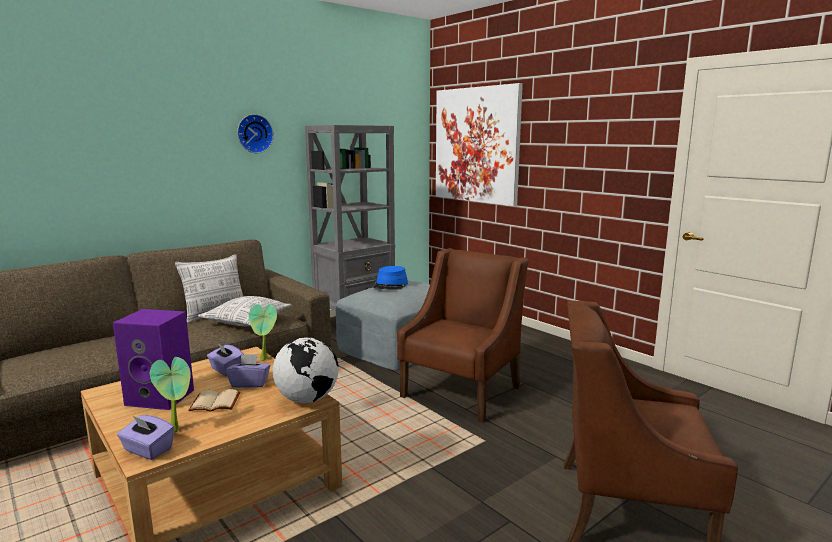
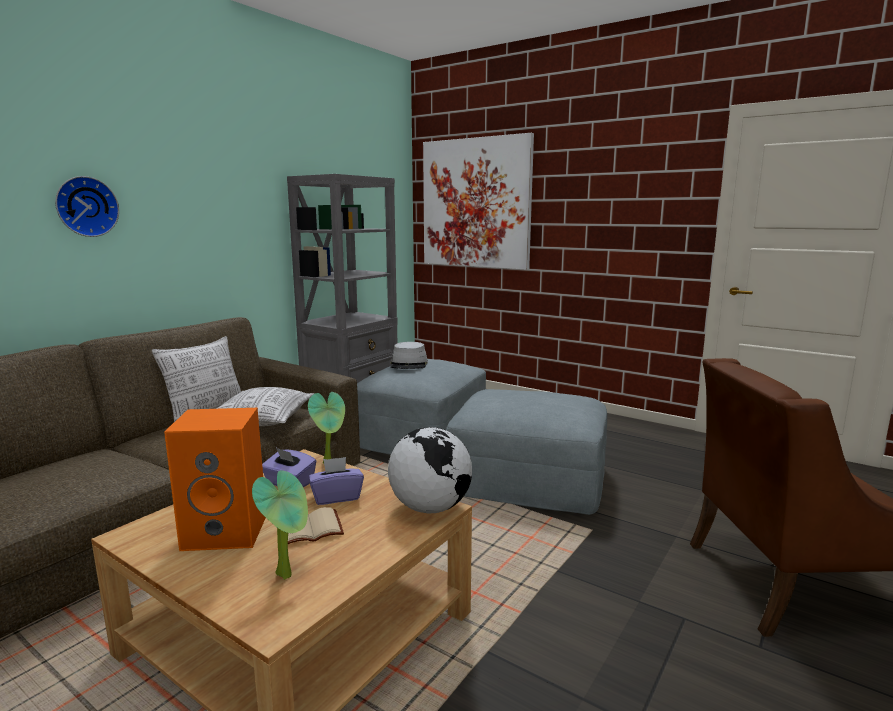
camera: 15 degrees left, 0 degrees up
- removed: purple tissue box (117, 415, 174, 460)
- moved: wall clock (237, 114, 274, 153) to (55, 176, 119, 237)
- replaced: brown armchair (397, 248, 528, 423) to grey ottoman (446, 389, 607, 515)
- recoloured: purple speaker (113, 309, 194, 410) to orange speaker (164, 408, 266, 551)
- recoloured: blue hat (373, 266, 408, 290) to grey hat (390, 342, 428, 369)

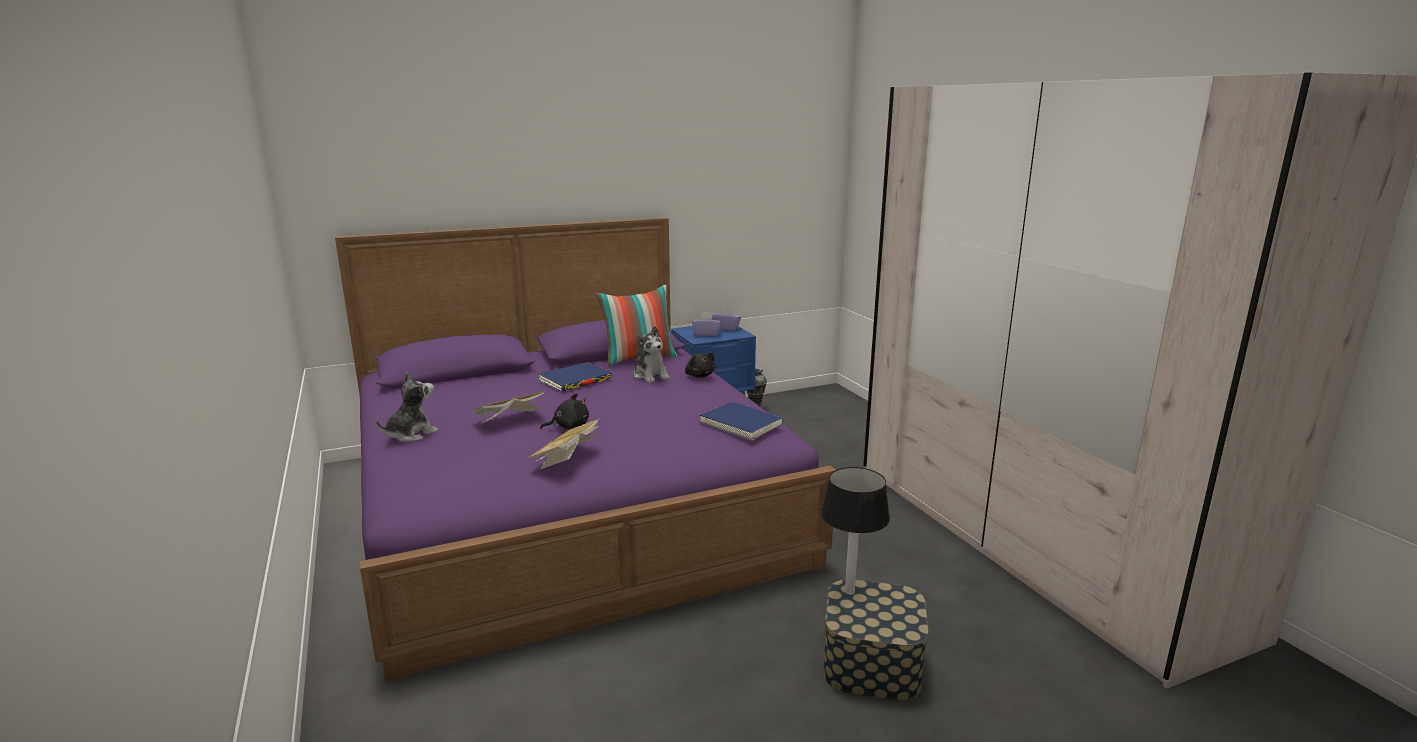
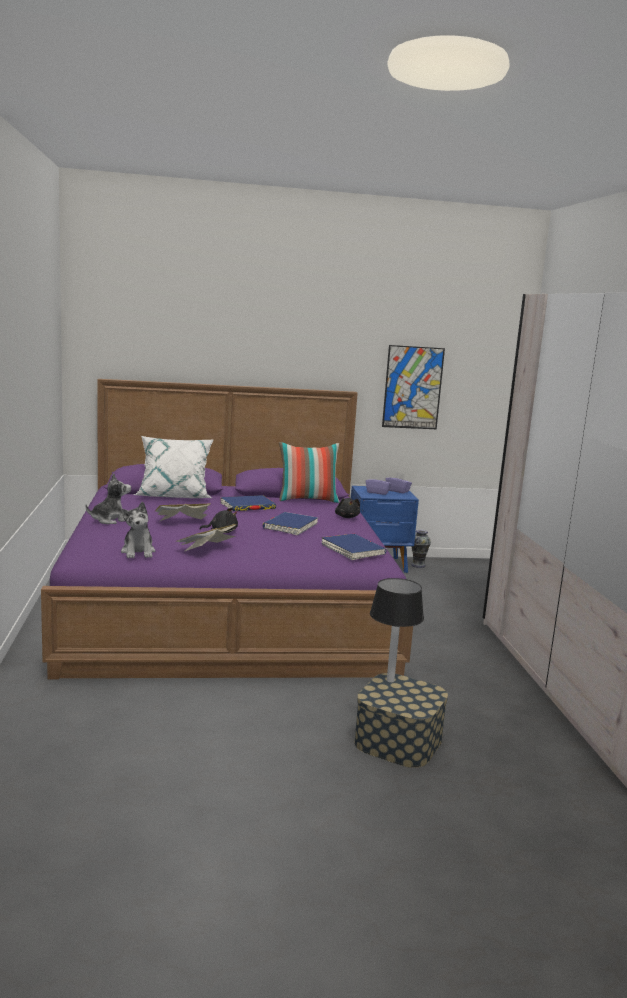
camera: 15 degrees right, 5 degrees down
- added: white pillow (134, 436, 214, 498)
- added: blue book (263, 512, 318, 535)
- added: picture (382, 345, 445, 429)
- moved: plush toy (634, 326, 670, 383) to (121, 502, 156, 558)

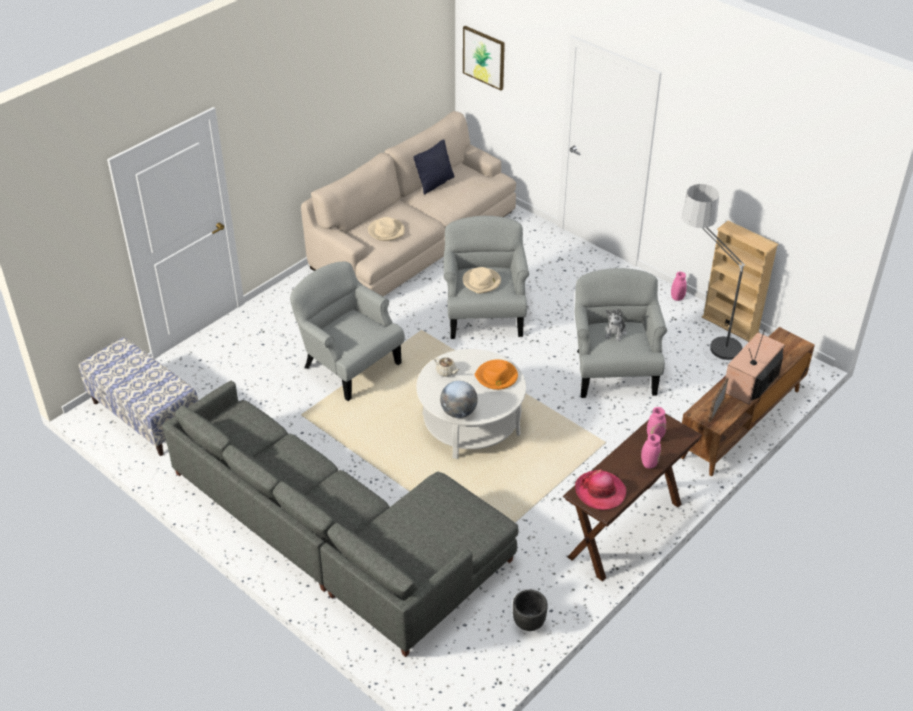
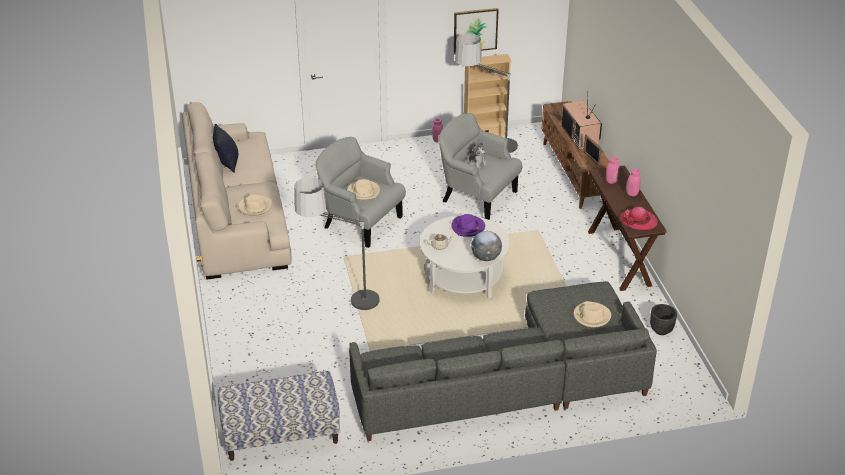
camera: 55 degrees left, 5 degrees down
- added: beige hat (574, 301, 611, 328)
- moved: picture (463, 26, 505, 91) to (454, 8, 499, 54)
- replaced: grey armchair (290, 262, 405, 401) to floor lamp (294, 177, 380, 315)
- recoloured: orange hat (475, 360, 518, 390) to purple hat (451, 214, 485, 237)

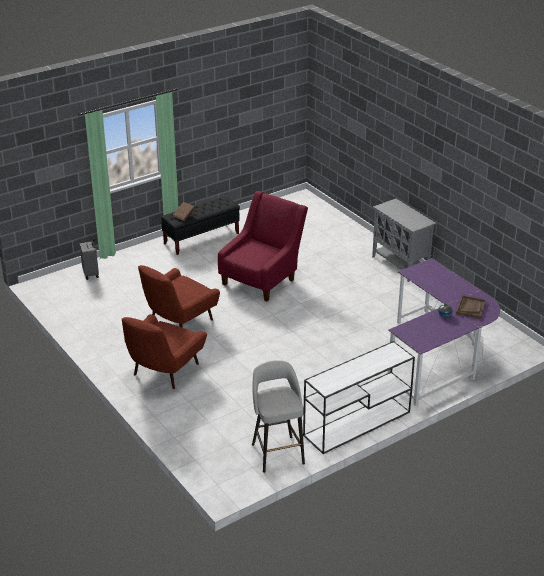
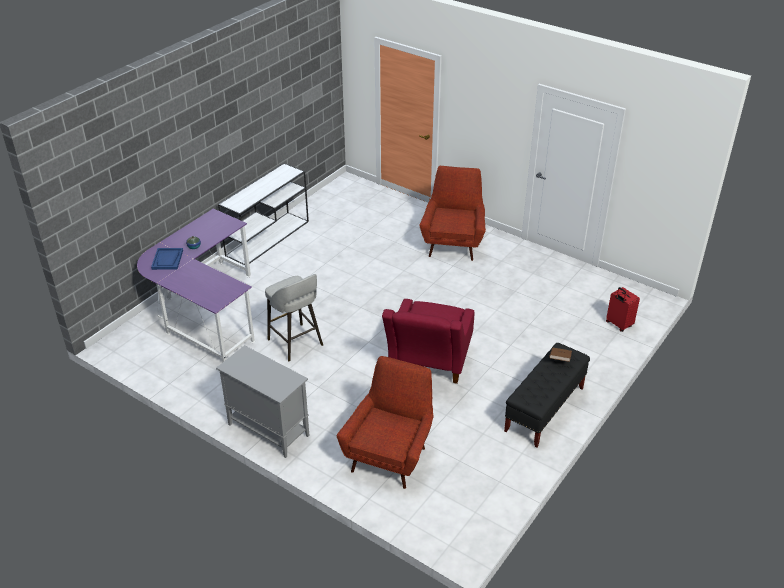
camera: 160 degrees right, 5 degrees up
- moved: red armchair (138, 265, 220, 328) to (337, 356, 434, 489)
- moved: grey stool (252, 360, 305, 473) to (265, 274, 323, 361)
- recoloured: grey suitcase (80, 236, 99, 280) to red suitcase (606, 287, 640, 332)
- recoloured: brown tray (456, 295, 486, 319) to blue tray (151, 248, 183, 270)

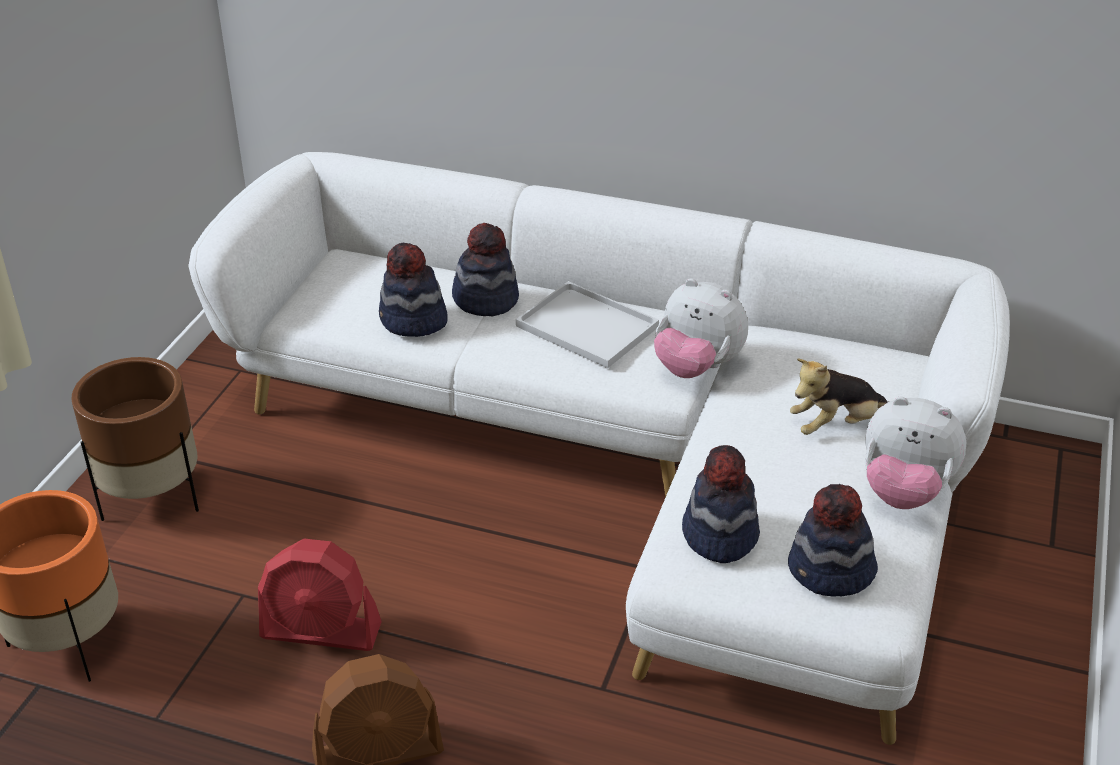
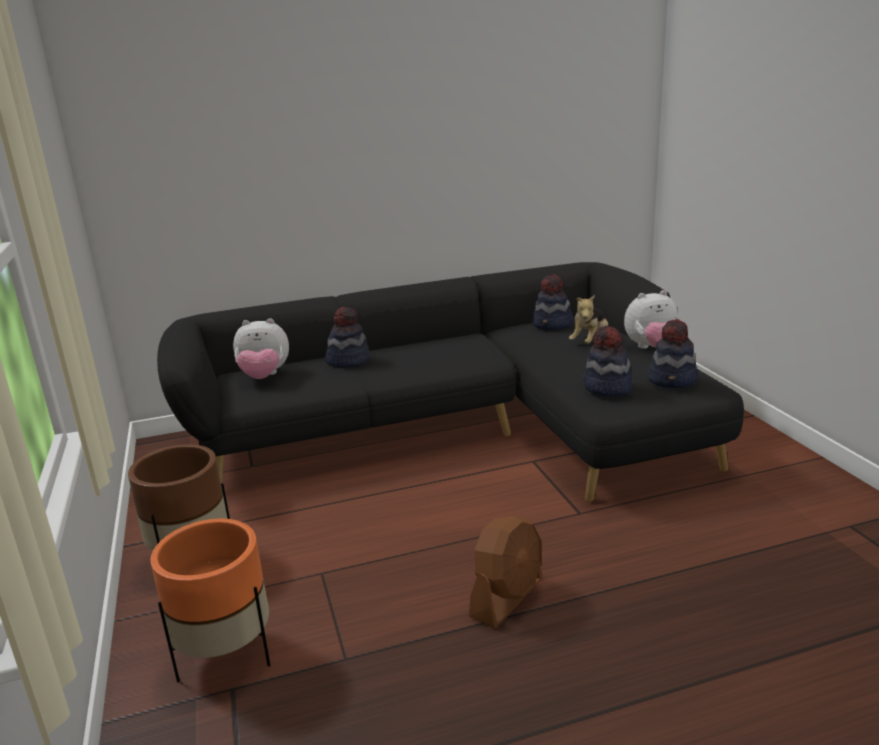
camera: 35 degrees left, 15 degrees down
- removed: red fan (258, 539, 382, 651)
- removed: white tray (516, 281, 659, 368)
- moved: hat (379, 243, 448, 337) to (533, 274, 573, 330)
- moved: plush toy (654, 278, 748, 378) to (233, 318, 289, 379)
- recoloured: white sofa (188, 152, 1010, 745) to black sofa (157, 262, 744, 502)

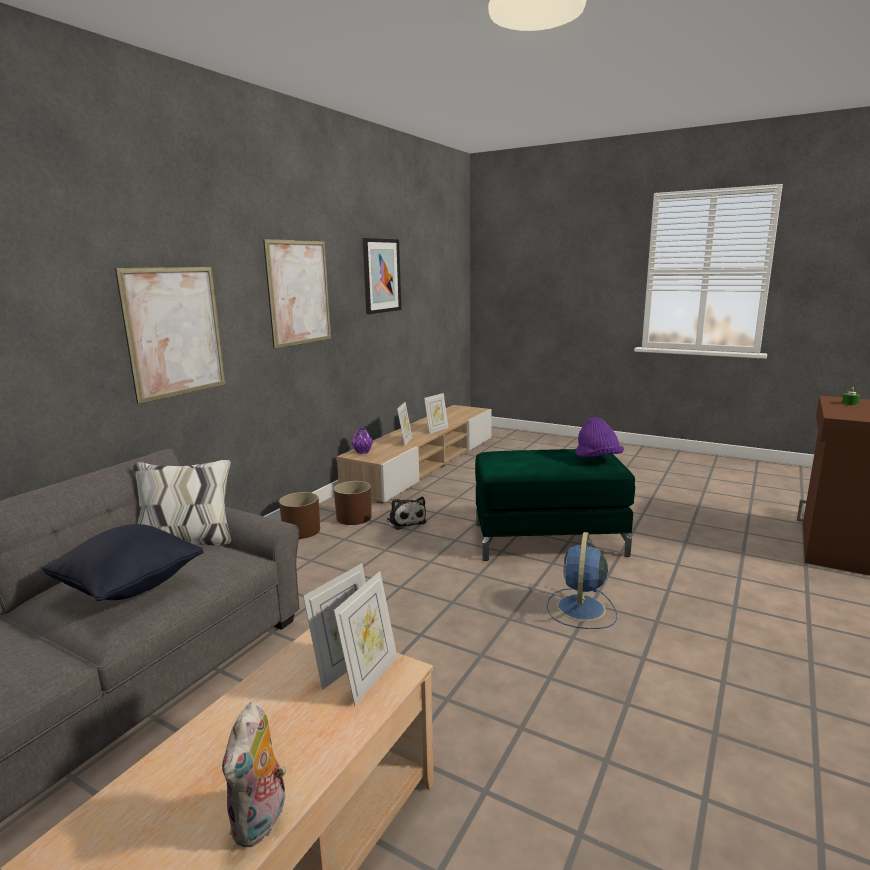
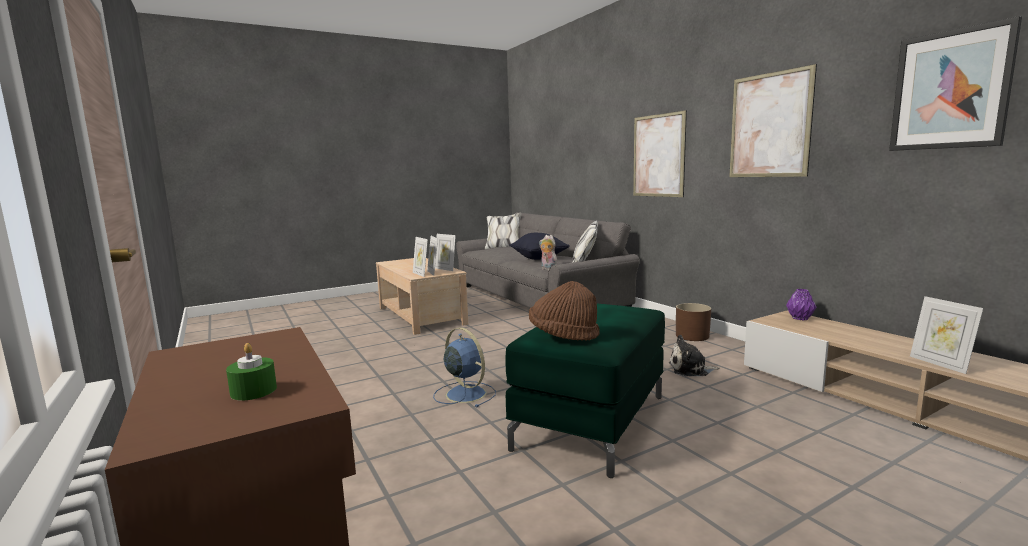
camera: 120 degrees right, 5 degrees down
- removed: brown planter (334, 481, 372, 525)
- moved: plush toy (222, 702, 287, 847) to (539, 235, 558, 270)
- moved: picture frame (397, 402, 412, 446) to (435, 234, 456, 271)
- recoloured: purple hat (575, 417, 624, 458) to brown hat (529, 281, 600, 341)

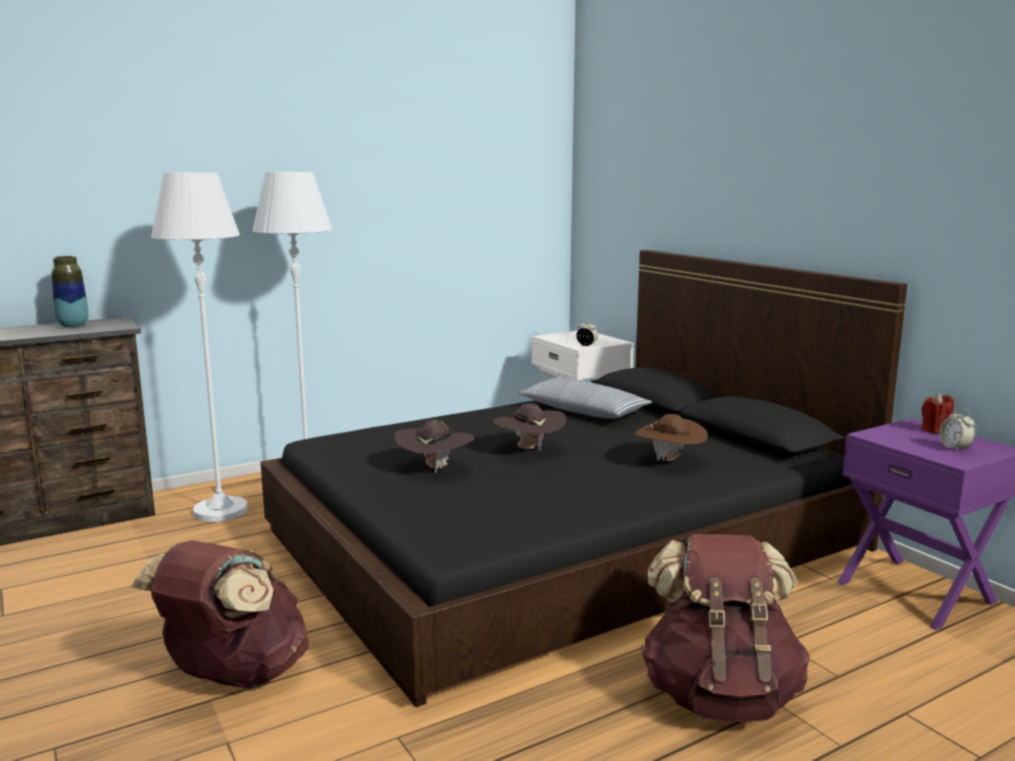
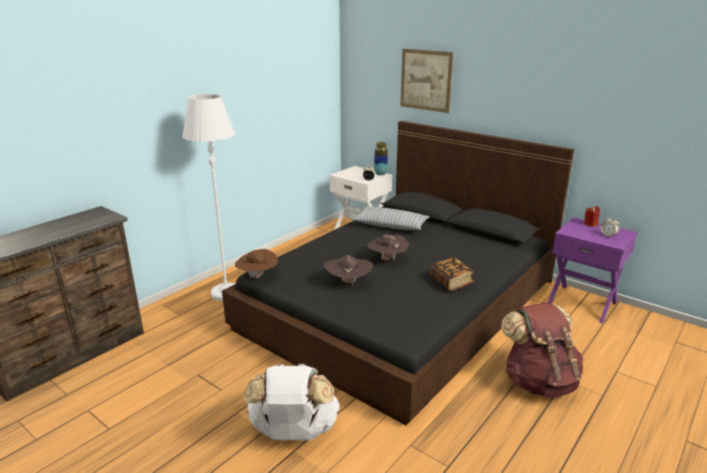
camera: 20 degrees left, 10 degrees up
- removed: white floor lamp (151, 172, 248, 522)
- added: picture (400, 49, 454, 113)
- added: book (429, 257, 474, 292)
- moved: vase (51, 256, 89, 327) to (374, 142, 388, 175)
- moved: brown hat (635, 414, 708, 461) to (235, 249, 278, 278)
- recoloured: brown backpack (131, 540, 309, 688) to white backpack (244, 364, 340, 441)

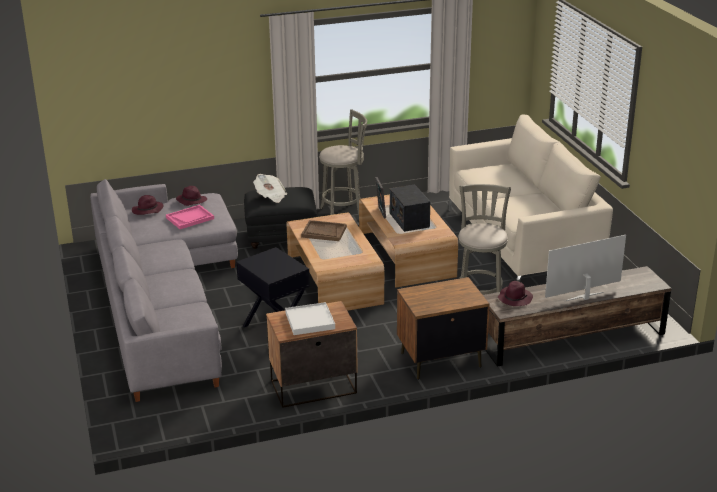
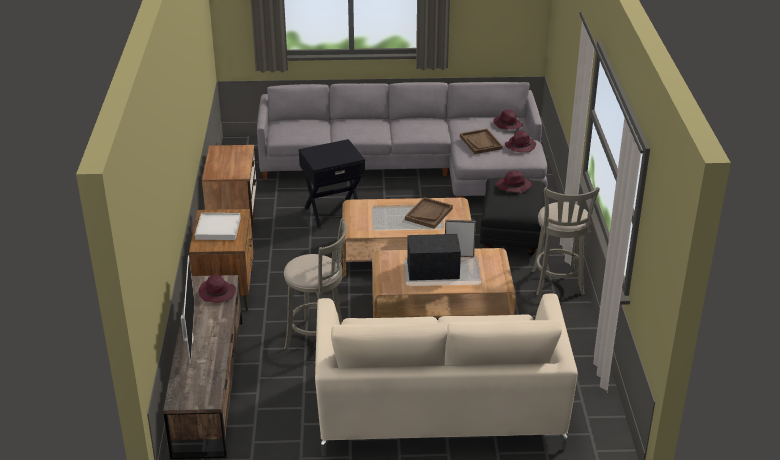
camera: 105 degrees right, 5 degrees up
- moved: white tray (285, 302, 335, 335) to (195, 213, 241, 240)
- replaced: newspaper (253, 174, 287, 203) to purple hat (497, 170, 532, 193)
- recoloured: pink tray (166, 205, 214, 229) to brown tray (460, 129, 503, 154)

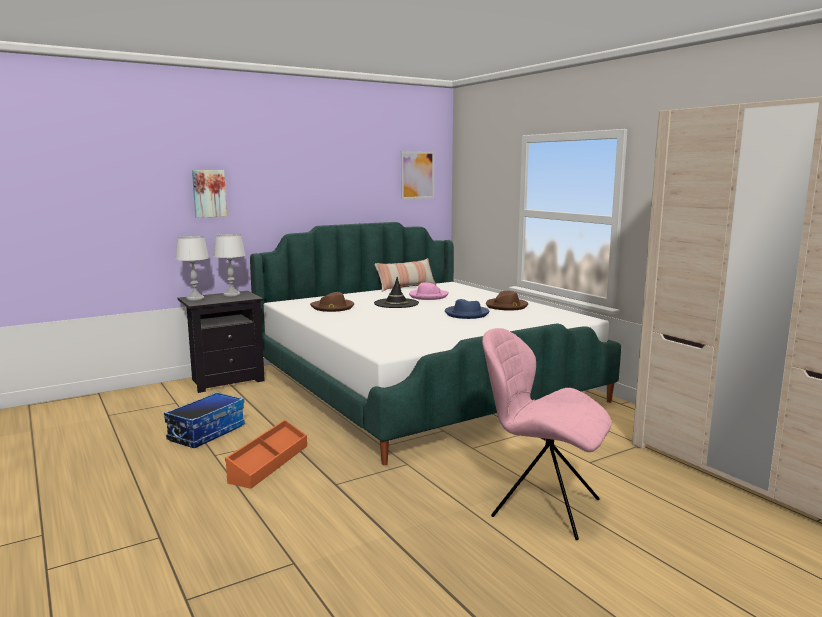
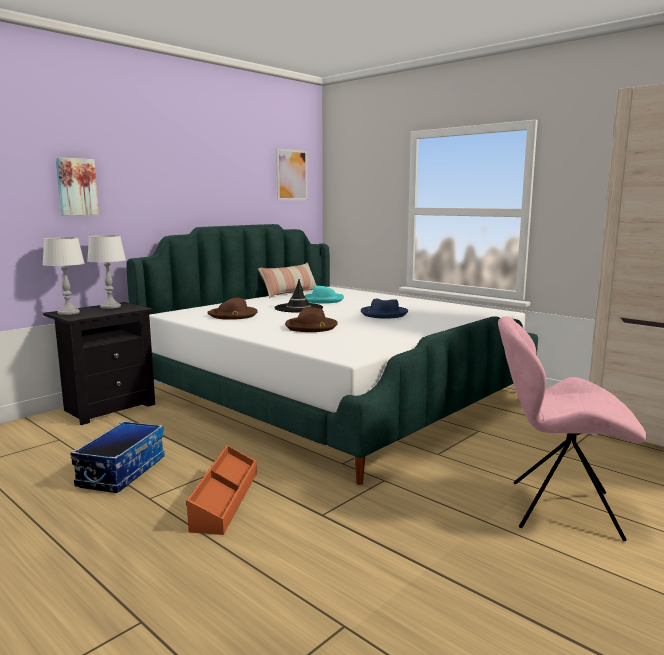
camera: 15 degrees left, 0 degrees up
- moved: brown hat (486, 291, 528, 311) to (285, 307, 338, 332)
- recoloured: pink hat (409, 283, 449, 300) to turquoise hat (304, 286, 344, 304)

